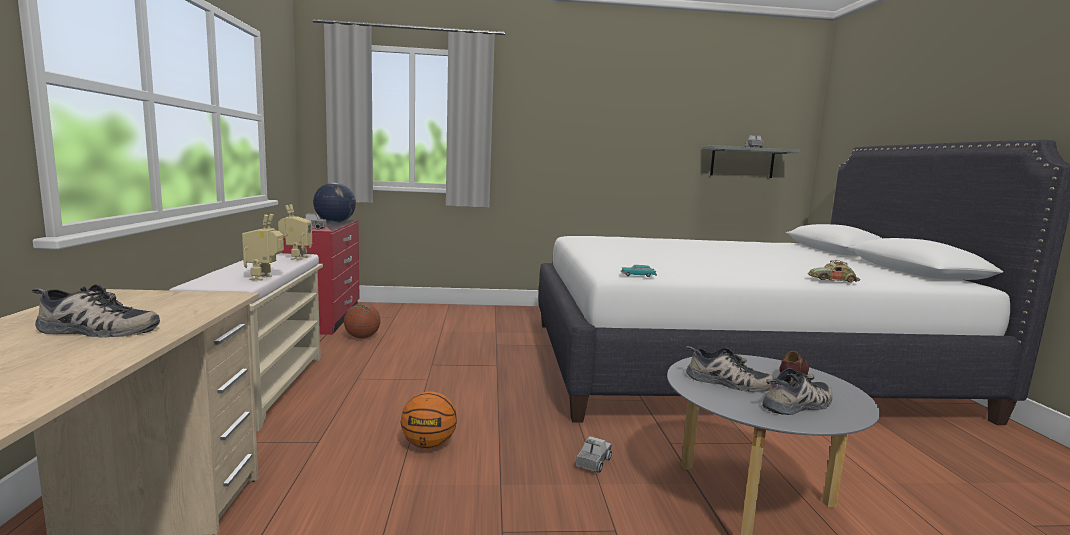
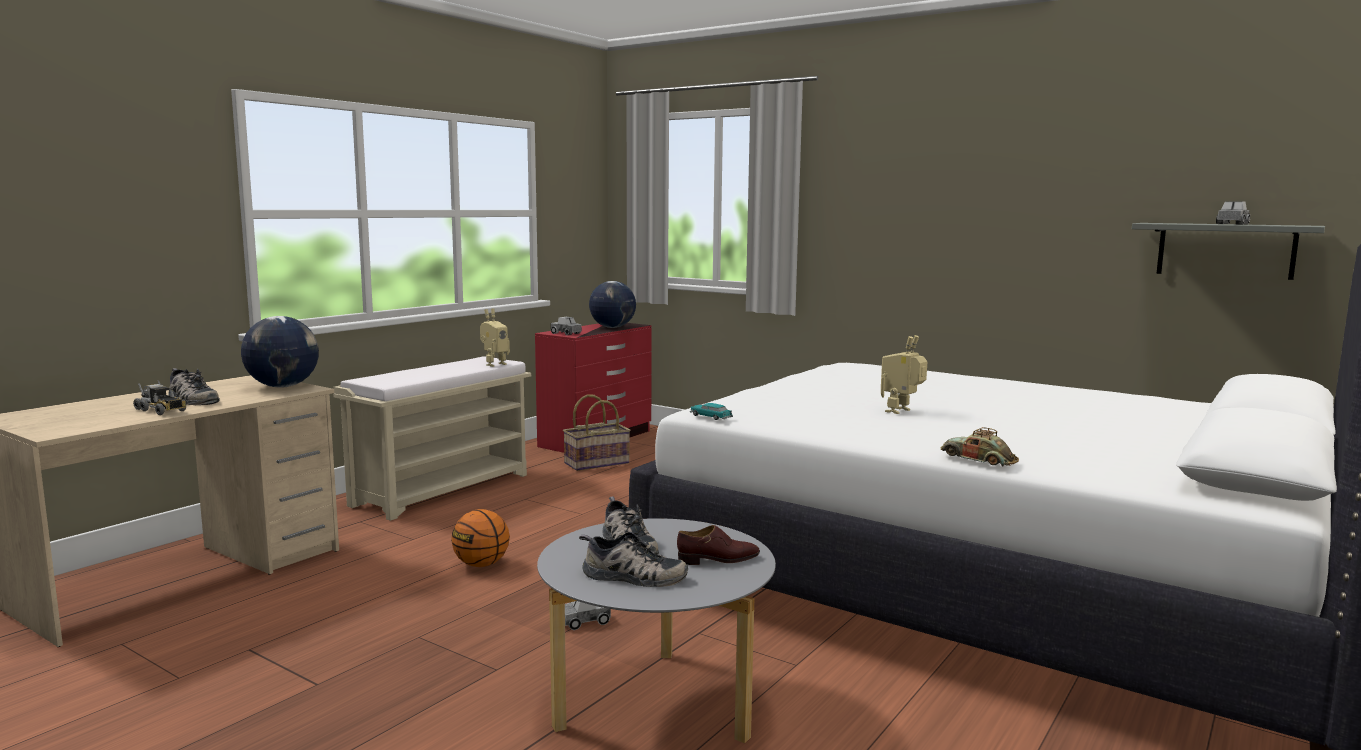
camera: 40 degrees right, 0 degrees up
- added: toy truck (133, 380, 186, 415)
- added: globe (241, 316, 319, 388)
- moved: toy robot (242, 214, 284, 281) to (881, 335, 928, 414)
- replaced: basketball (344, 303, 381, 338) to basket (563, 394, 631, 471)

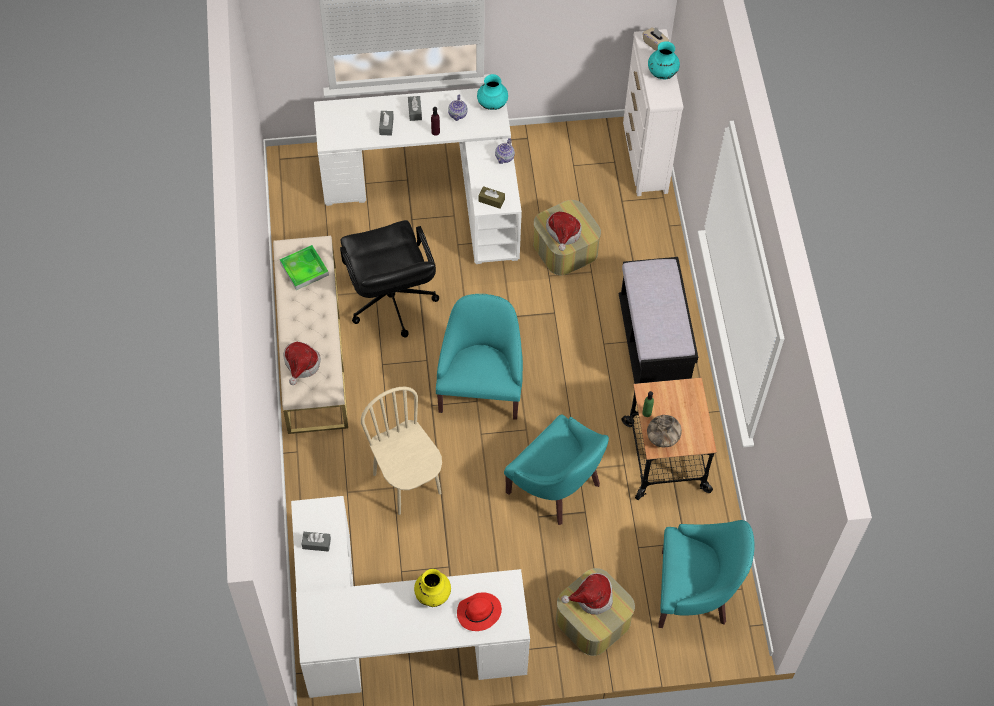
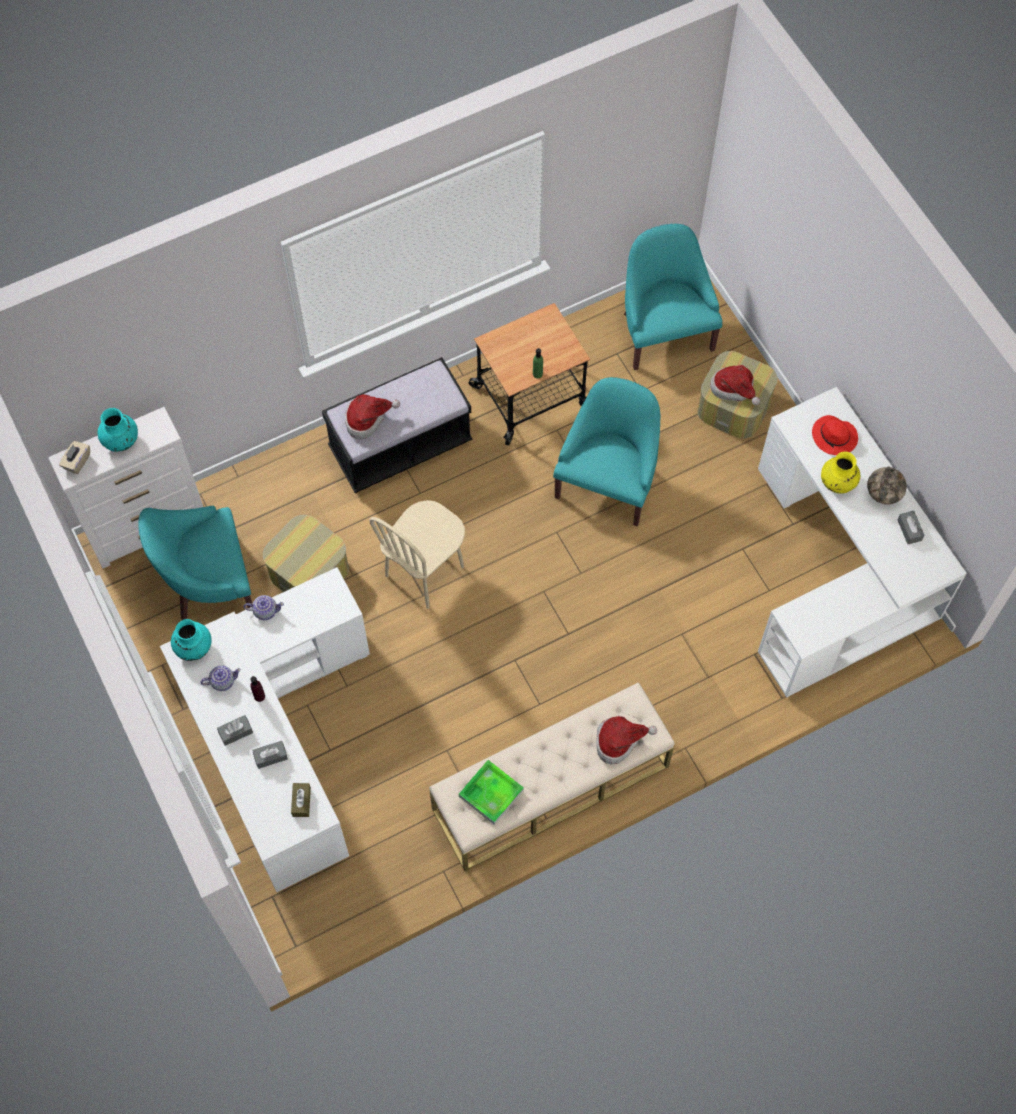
camera: 110 degrees left, 5 degrees up
- removed: black office chair (340, 220, 439, 338)
- moved: grey tissue box (301, 532, 331, 552) to (897, 511, 924, 544)
- moved: beige chair (361, 387, 442, 515) to (369, 500, 465, 609)
- moved: turquoise armchair (436, 294, 523, 420) to (138, 506, 252, 620)
- moved: brown tissue box (479, 186, 505, 209) to (291, 783, 311, 817)
- moved: hat (546, 212, 581, 251) to (345, 394, 400, 439)
- moved: vase (647, 415, 682, 447) to (867, 467, 907, 504)

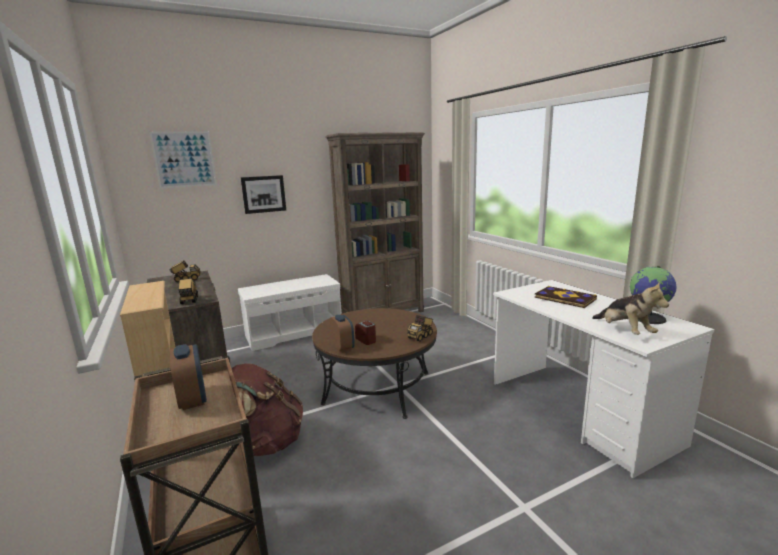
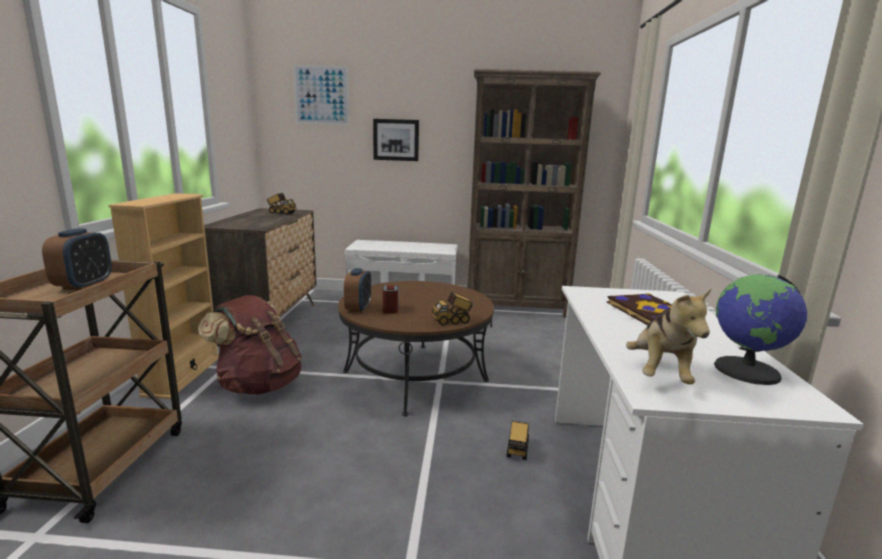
camera: 30 degrees right, 0 degrees up
- moved: toy truck (178, 278, 198, 304) to (507, 421, 529, 460)

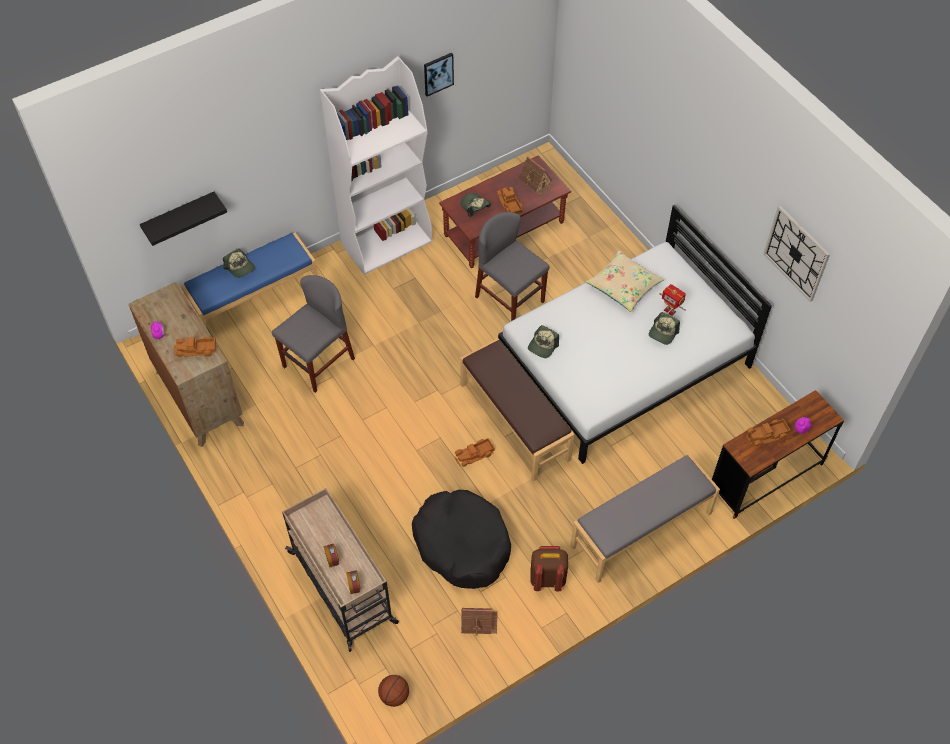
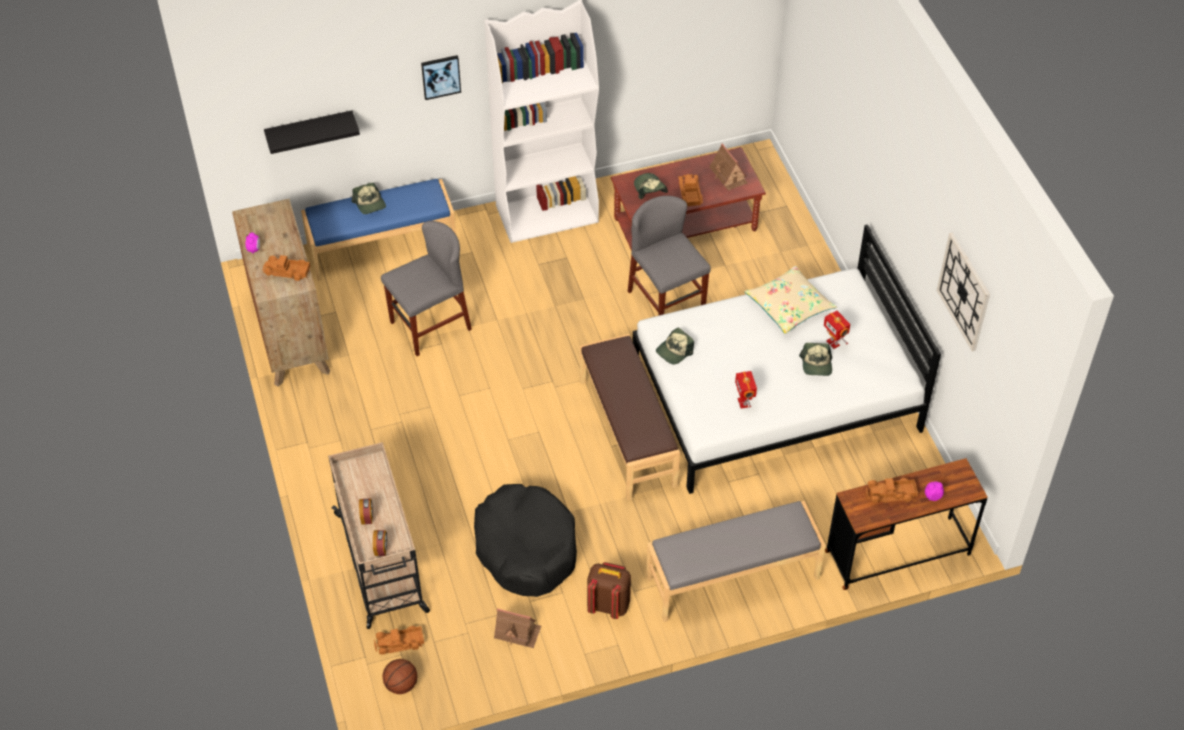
camera: 15 degrees right, 5 degrees down
- added: toy robot (735, 371, 757, 408)
- moved: picture (424, 53, 454, 96) to (421, 55, 461, 100)
- moved: toy truck (455, 438, 495, 467) to (374, 626, 425, 655)
- turned: cap (649, 312, 680, 345) = (799, 343, 832, 376) 45 degrees counterclockwise

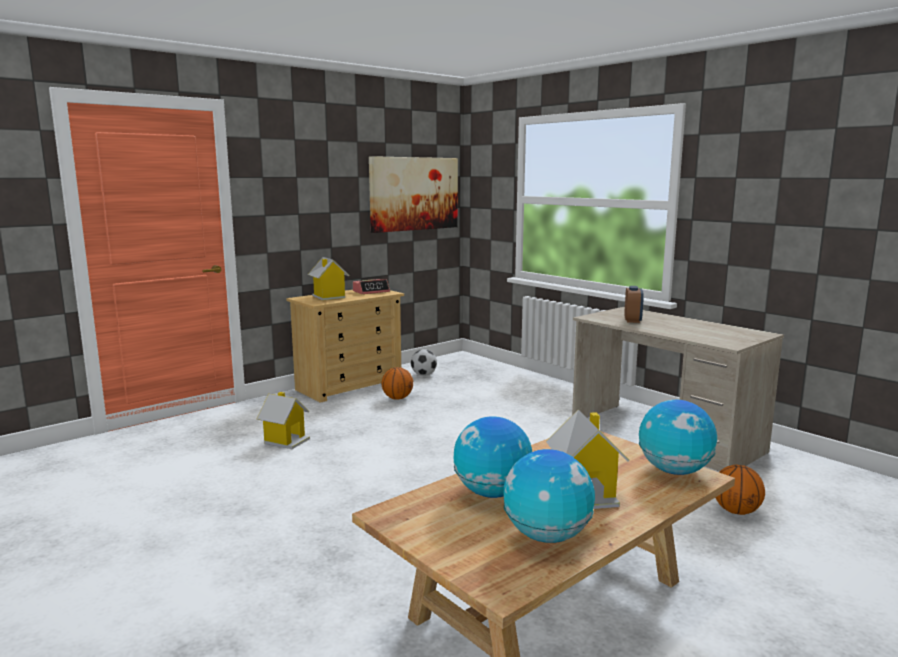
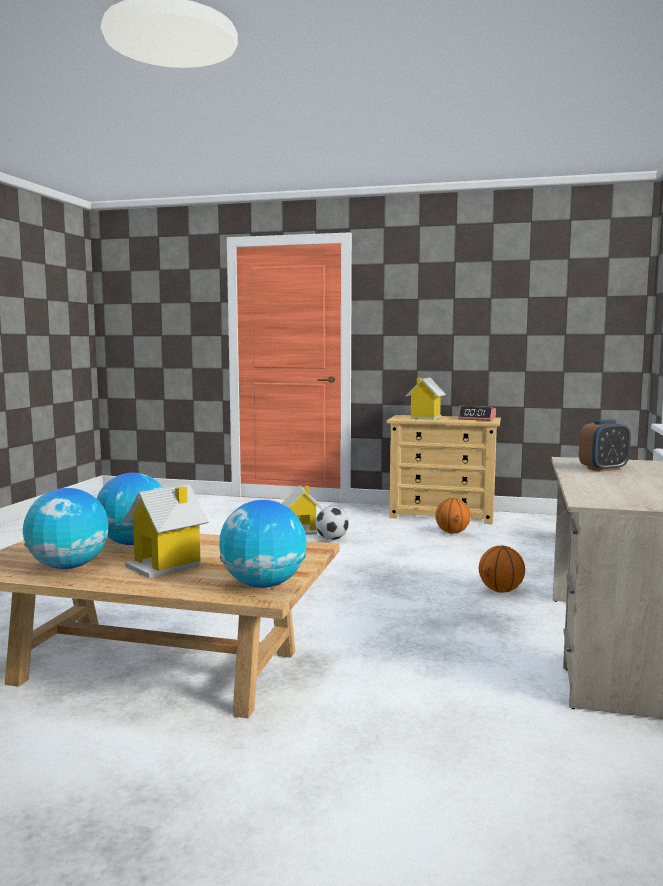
camera: 55 degrees right, 5 degrees down
- removed: picture (369, 156, 458, 233)
- moved: football (411, 349, 437, 376) to (316, 506, 349, 540)
- moved: basketball (715, 465, 765, 515) to (479, 545, 525, 593)

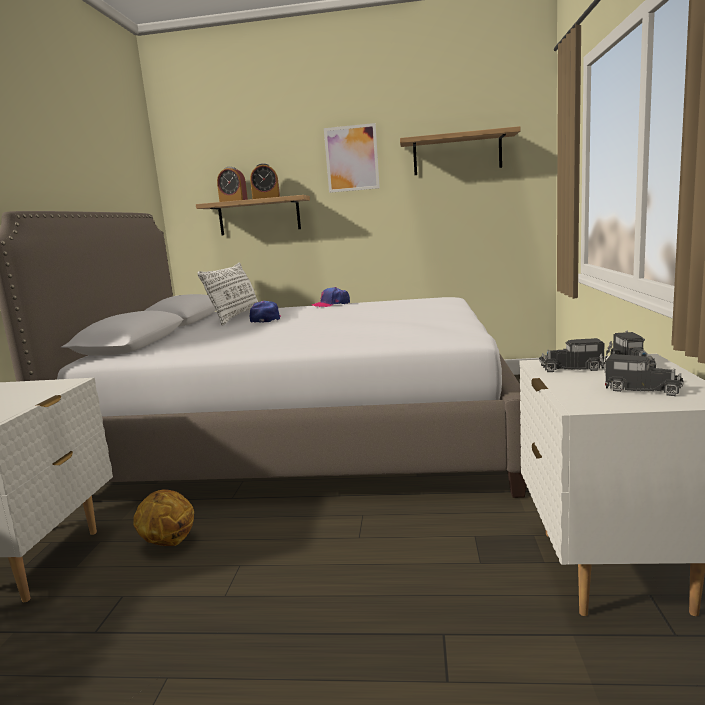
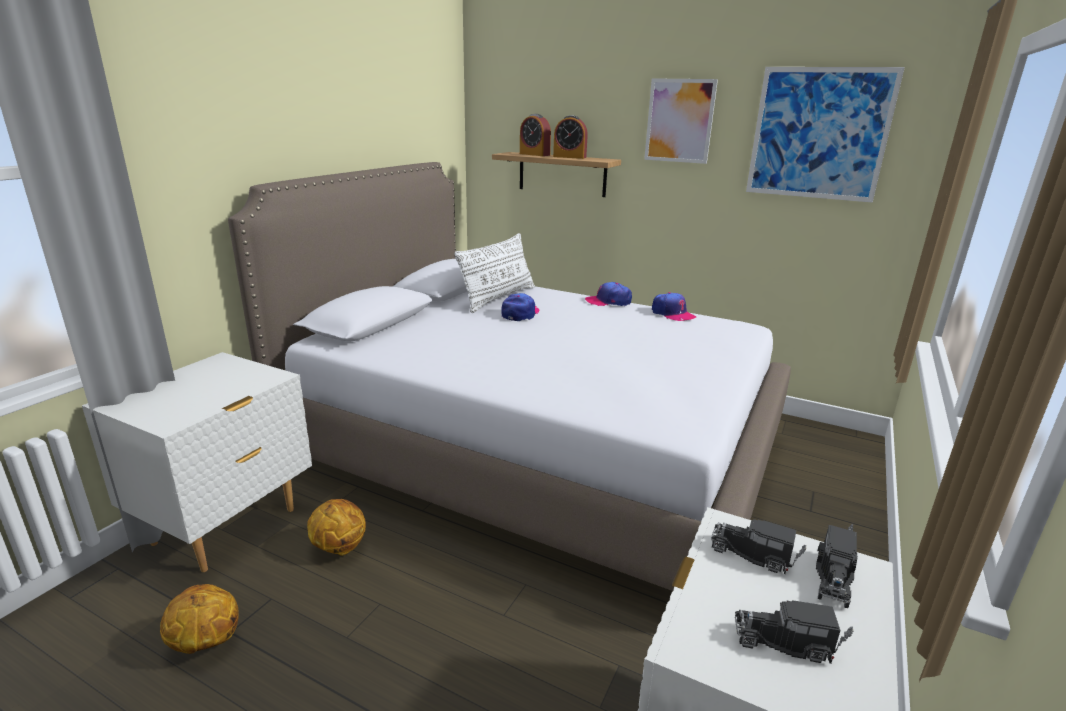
camera: 20 degrees right, 10 degrees up
- added: basketball (160, 584, 239, 654)
- added: cap (652, 292, 696, 321)
- replaced: shelf (400, 126, 521, 175) to picture (746, 67, 905, 203)
- turned: toy truck (600, 353, 684, 396) = (735, 600, 853, 664) 135 degrees clockwise

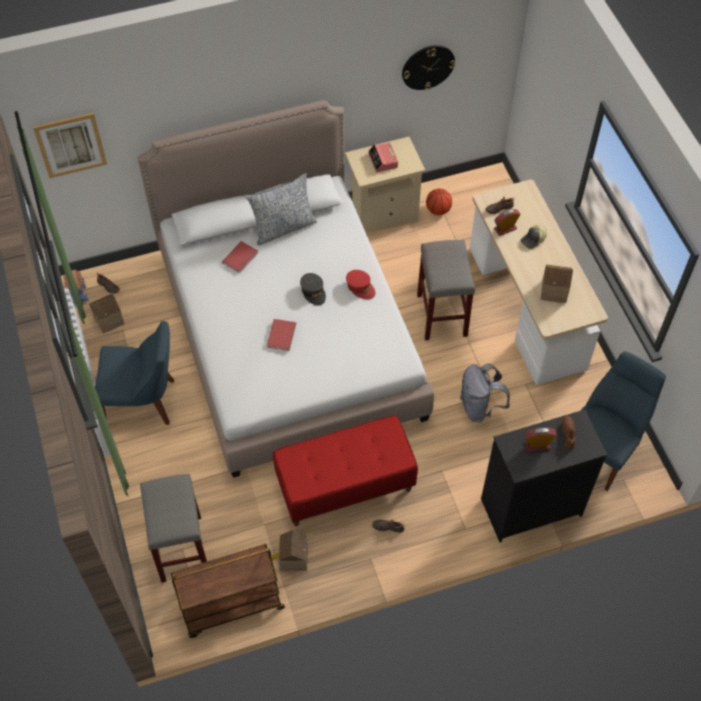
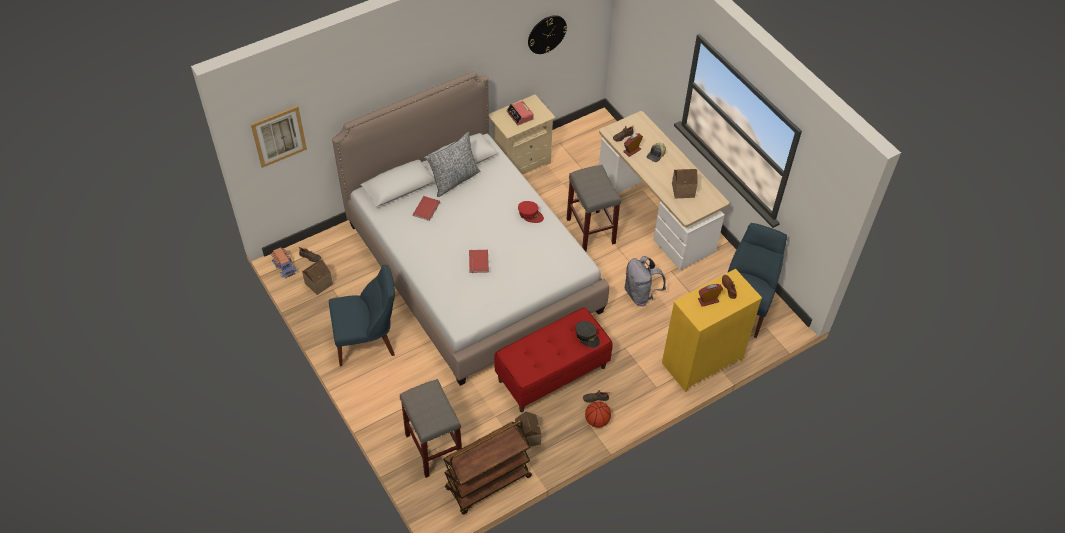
camera: 15 degrees left, 5 degrees down
- moved: grey cap (300, 273, 326, 306) to (575, 321, 600, 348)
- moved: basketball (426, 189, 452, 215) to (585, 401, 611, 428)
- recoloured: black dresser (481, 409, 607, 542) to yellow dresser (662, 269, 762, 392)

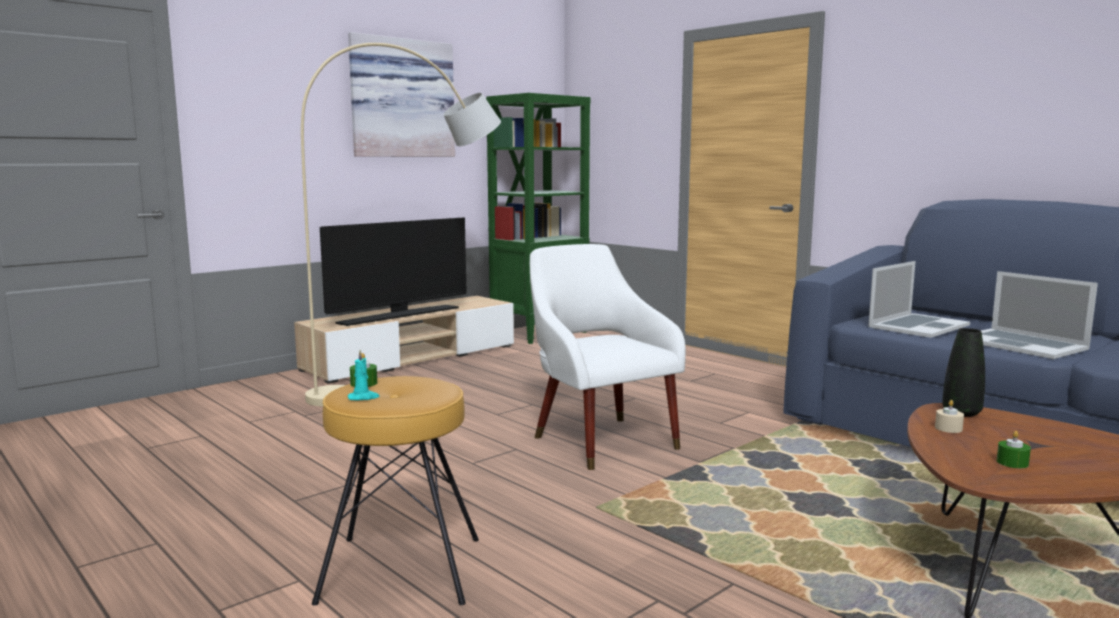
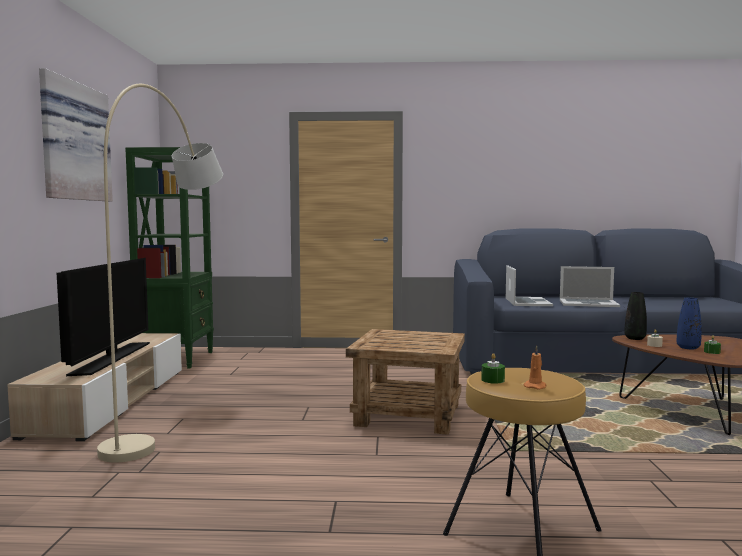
camera: 45 degrees left, 5 degrees down
- added: blue vase (677, 298, 702, 349)
- replaced: white armchair (530, 244, 686, 470) to brown side table (346, 329, 465, 435)
- recoloured: turquoise candle (348, 350, 379, 401) to orange candle (523, 345, 546, 389)

